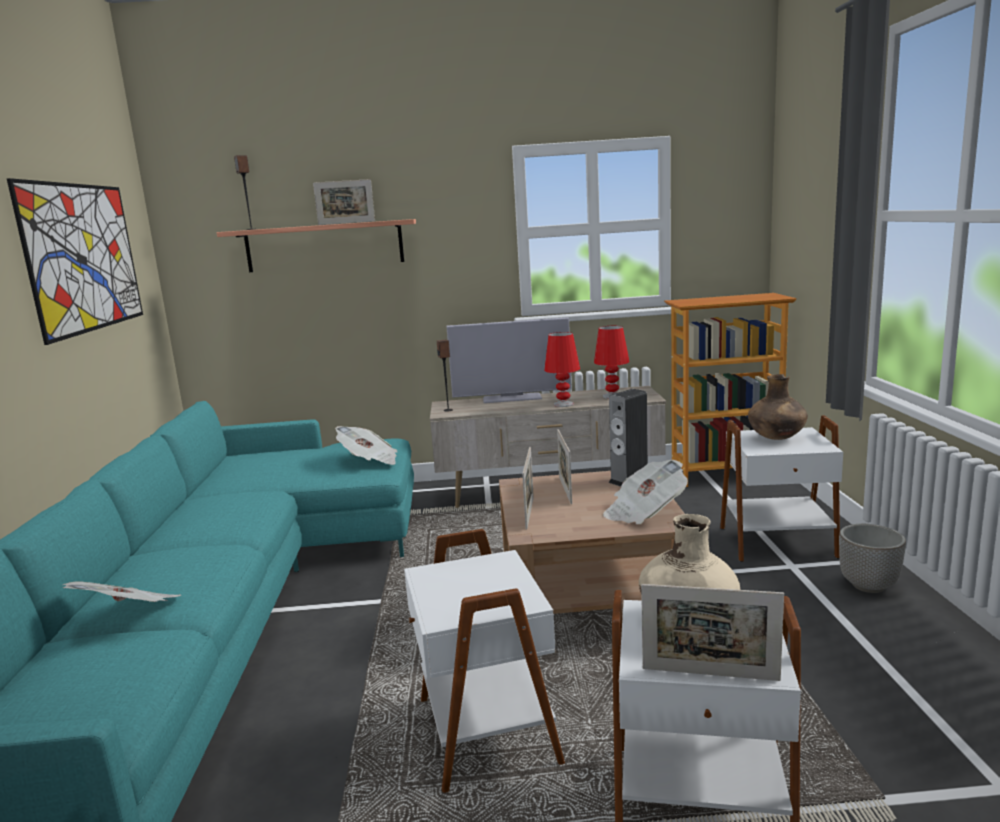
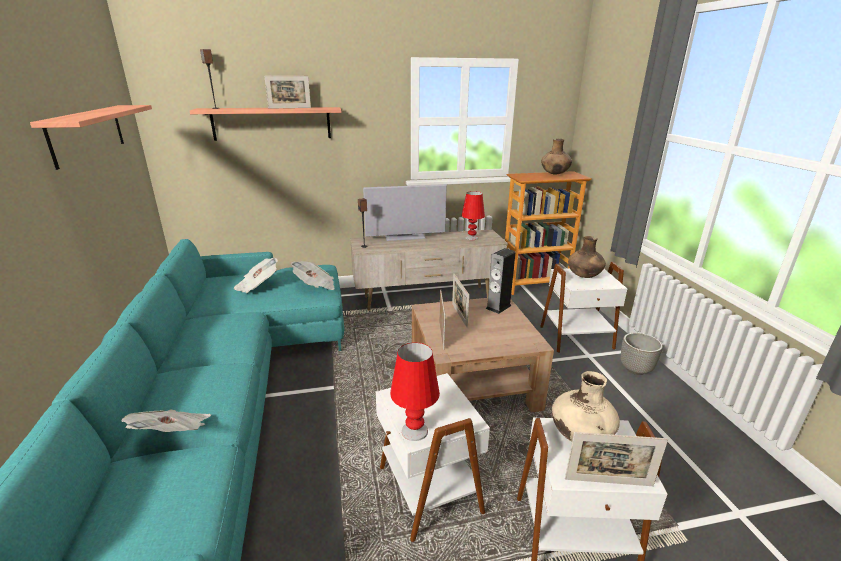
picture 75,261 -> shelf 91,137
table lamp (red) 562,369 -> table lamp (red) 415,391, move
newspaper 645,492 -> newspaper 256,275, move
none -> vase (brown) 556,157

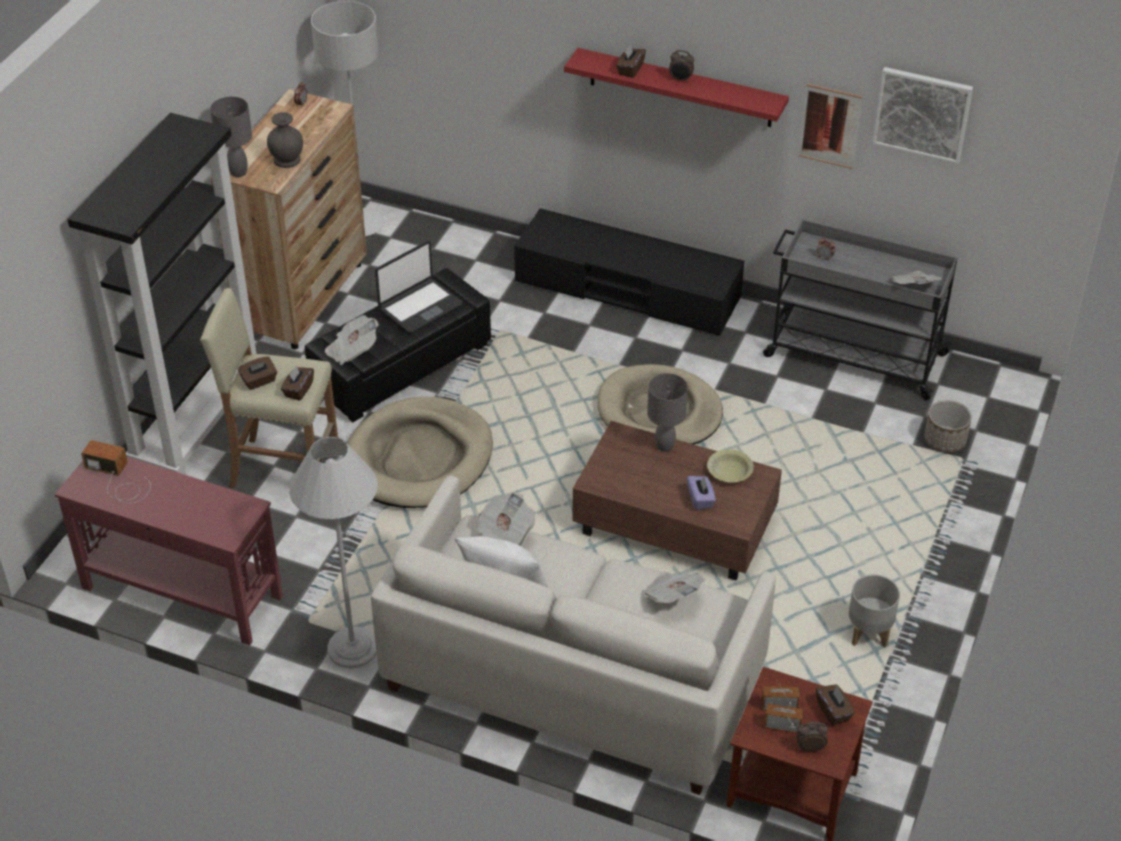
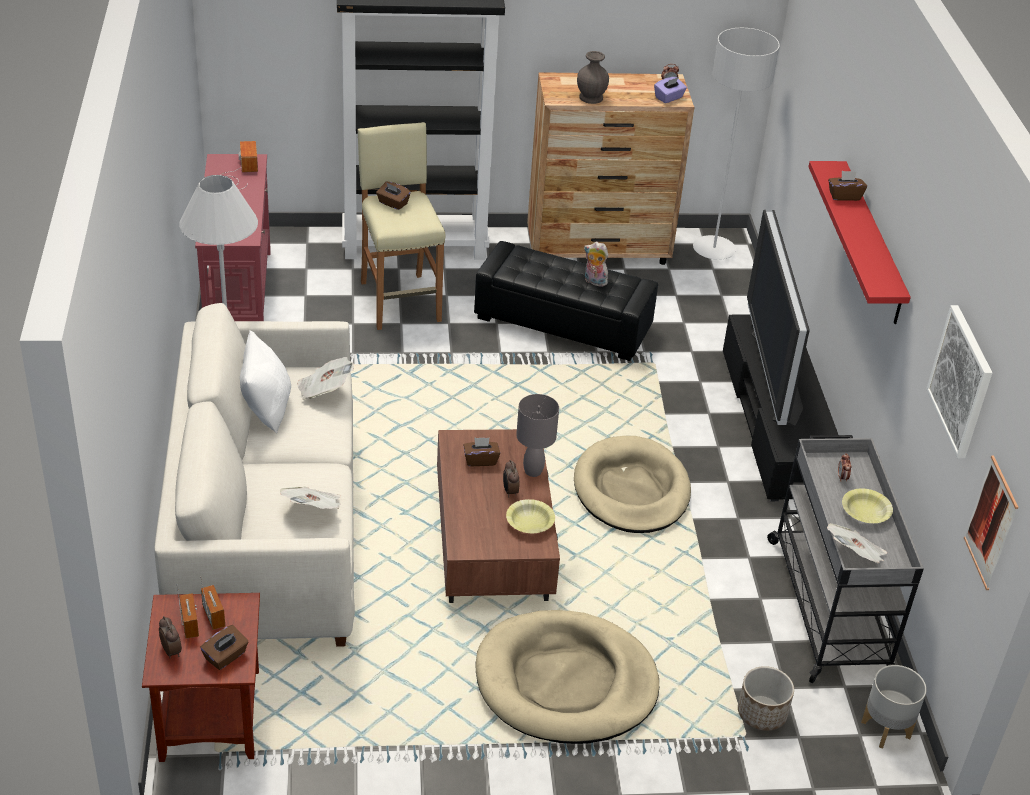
alarm clock 681,66 -> alarm clock 511,479, move
picture 831,126 -> picture 991,523, move
table lamp (grey) 231,137 -> none
laptop 419,287 -> plush toy 596,264
newspaper 352,340 -> none
tissue box (brown) 297,383 -> tissue box (brown) 481,451, move
dog bed (beige) 418,452 -> dog bed (beige) 567,677, move
tissue box (purple) 701,493 -> tissue box (purple) 670,90, move
planter (grey) 874,611 -> planter (grey) 894,707, move
none -> television 778,318
none -> bowl (yellow) 867,505

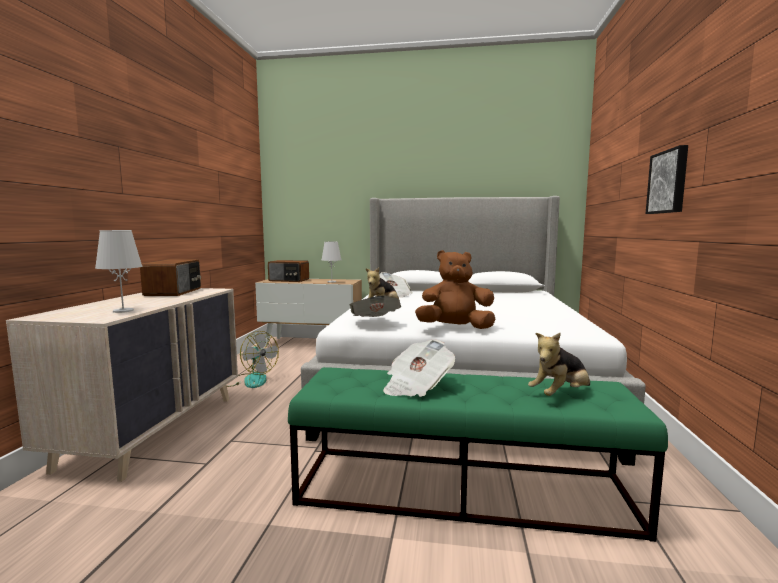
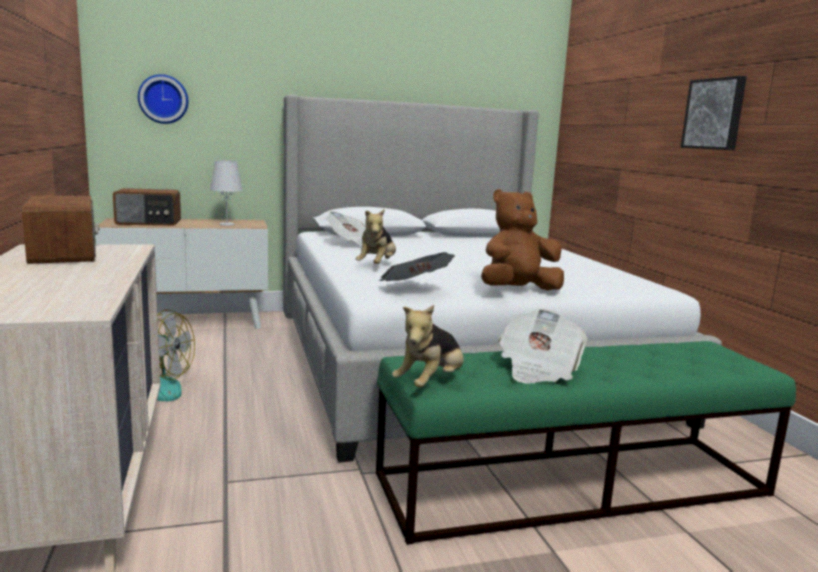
table lamp (white) 119,271 -> none
plush toy 559,364 -> plush toy 428,346, move
none -> wall clock 163,99

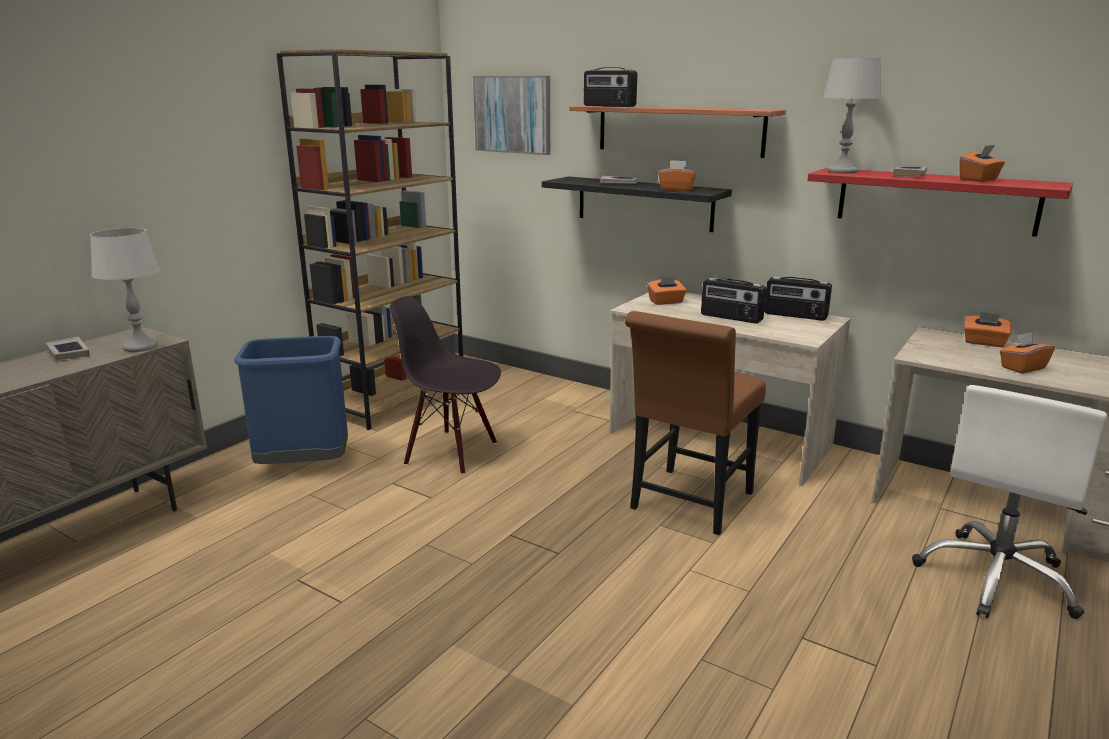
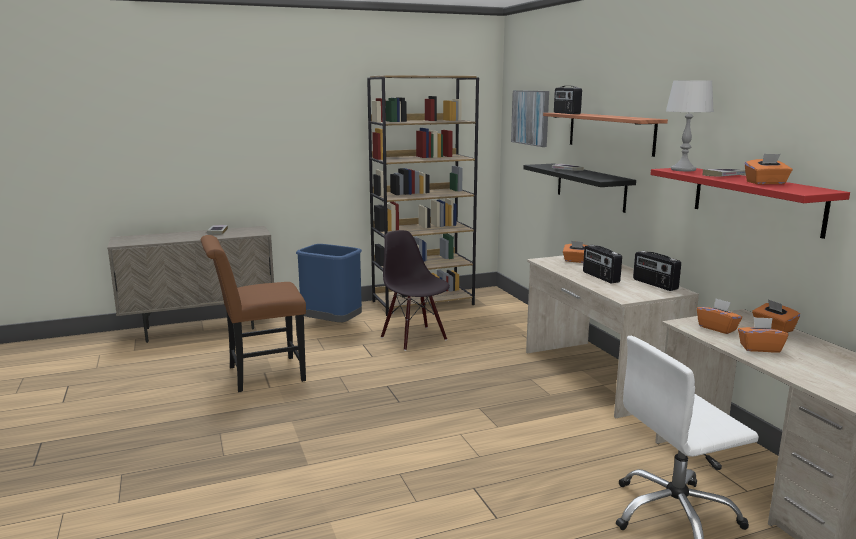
tissue box (orange) 677,175 -> tissue box (orange) 719,316, move
table lamp (grey) 125,290 -> none
chair (brown) 695,423 -> chair (brown) 253,313, move

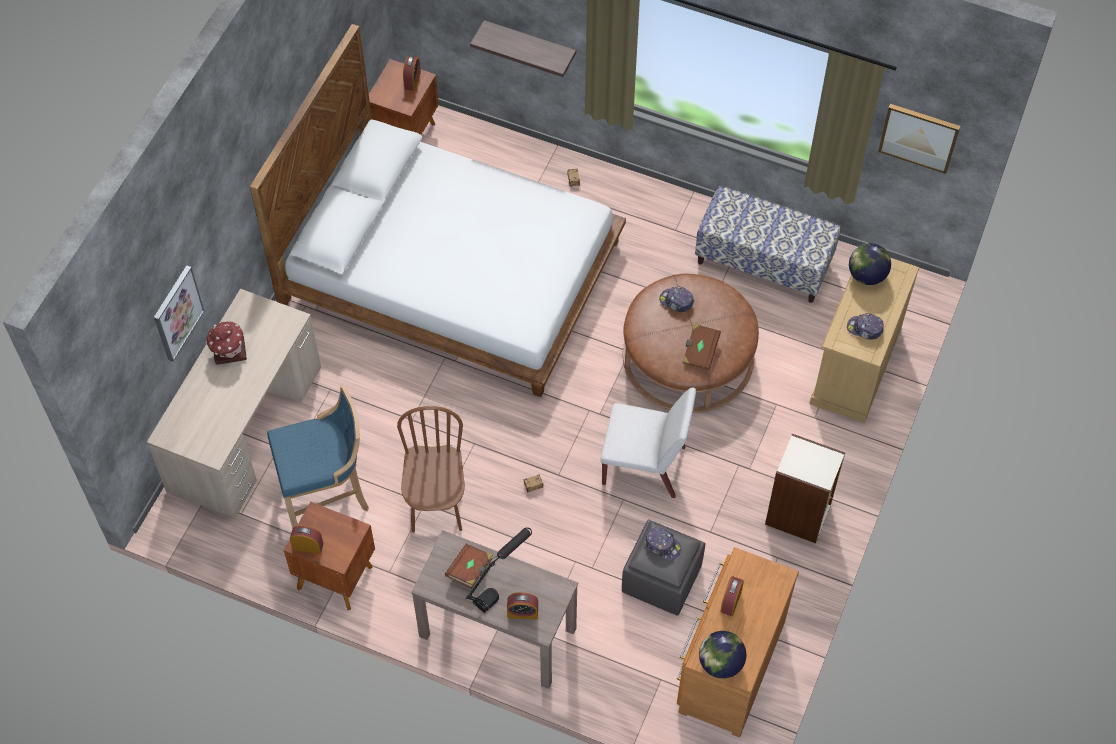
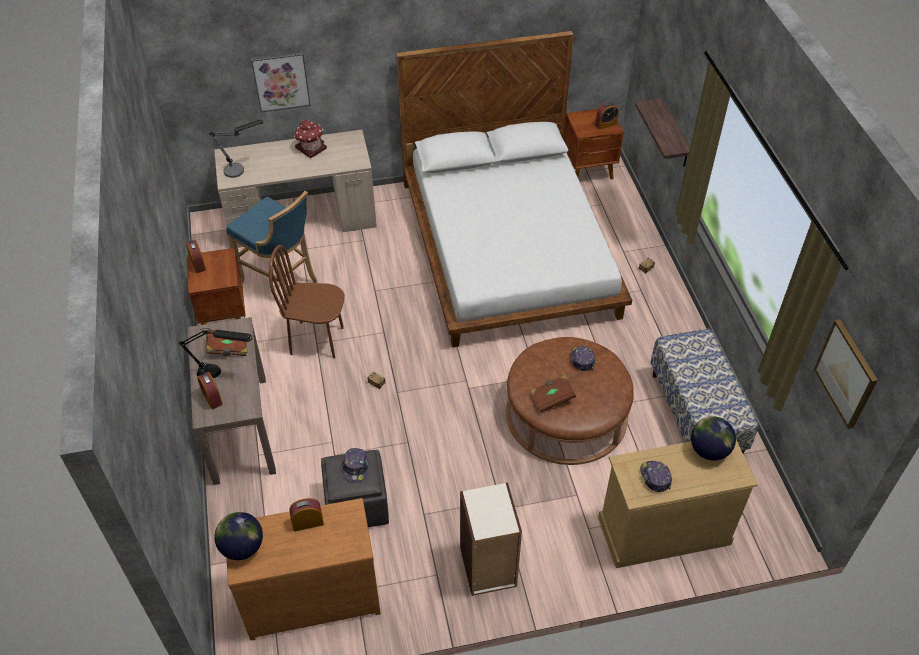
chair (white) 648,443 -> none
chair (brown) 431,469 -> chair (brown) 307,301, 135 degrees counterclockwise
none -> table lamp 236,149

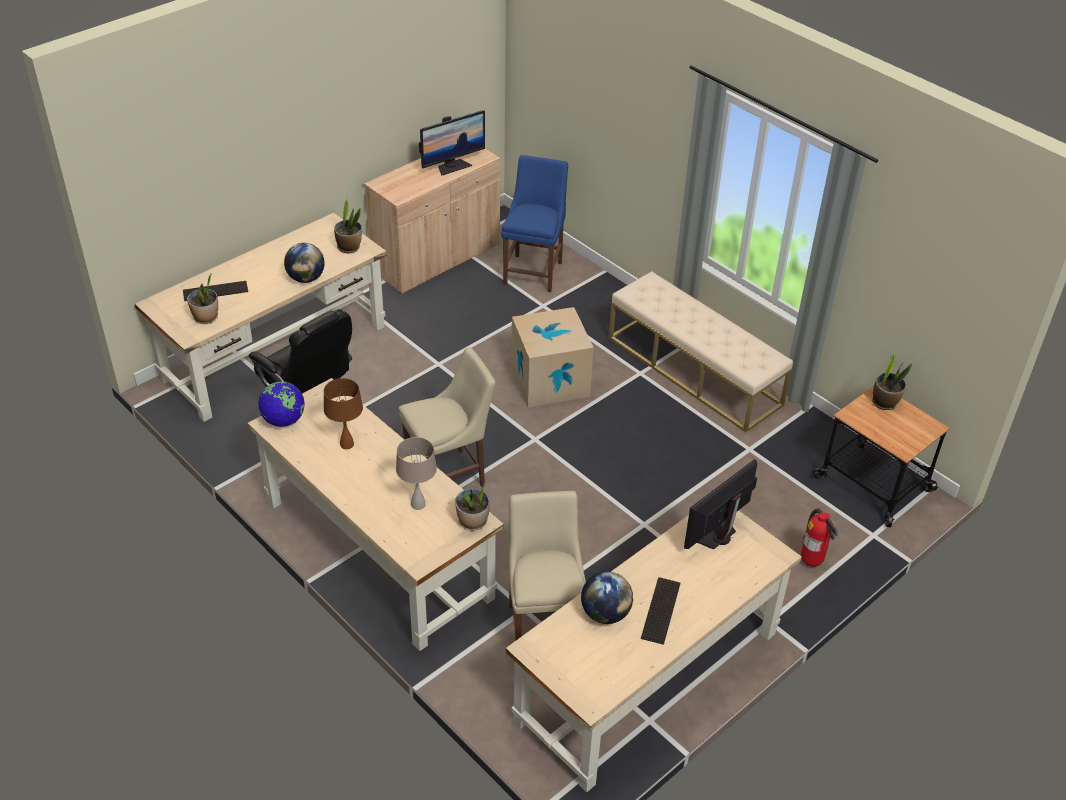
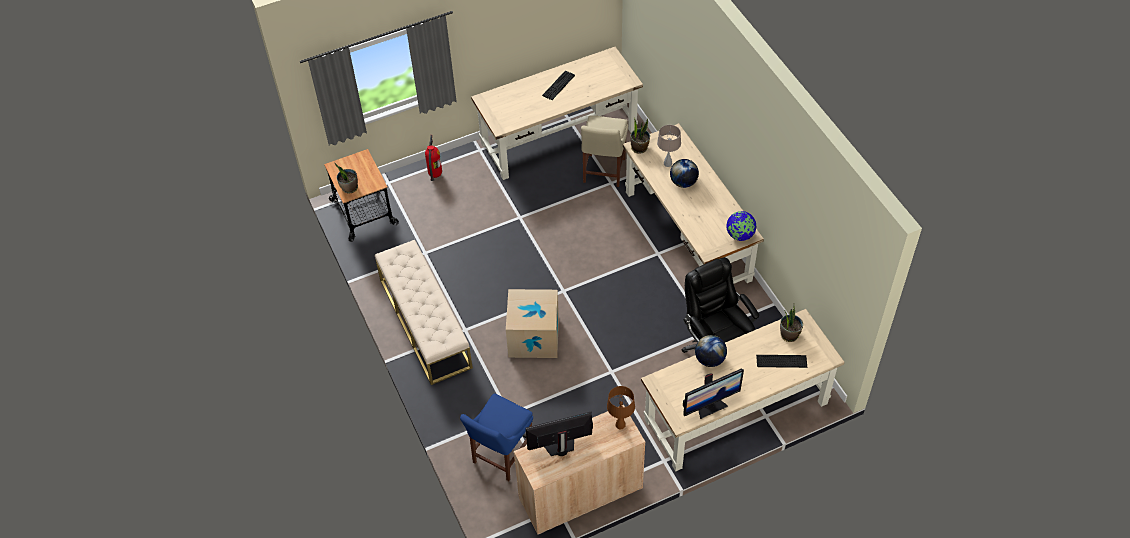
potted plant 348,225 -> none
chair (beige) 447,417 -> none
table lamp (brown) 343,413 -> table lamp (brown) 621,407, move
monitor 721,504 -> monitor 713,394, move
globe 607,597 -> globe 684,173, move

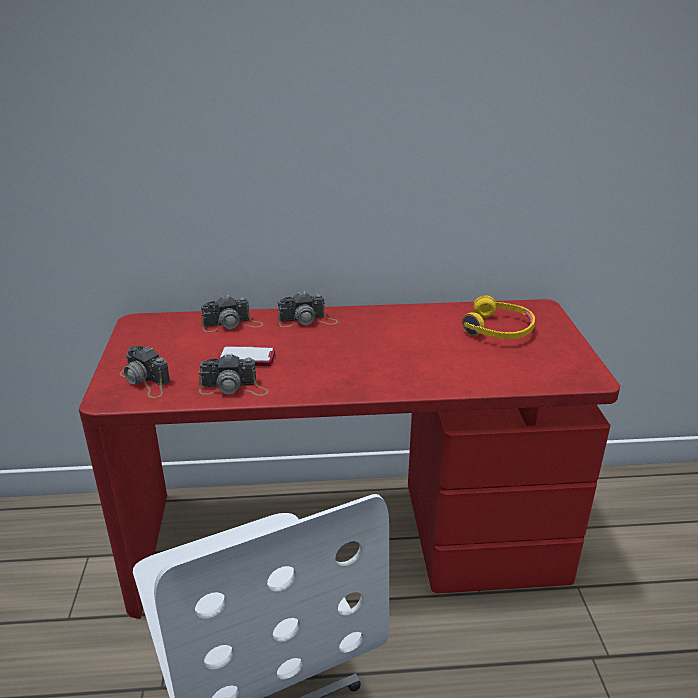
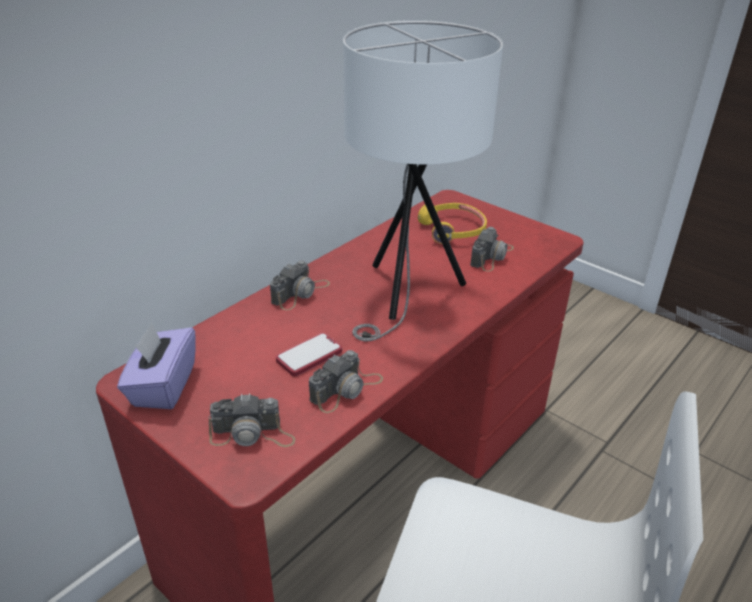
photo camera 232,313 -> photo camera 492,249, move
none -> table lamp (white) 423,181
none -> tissue box (purple) 156,366

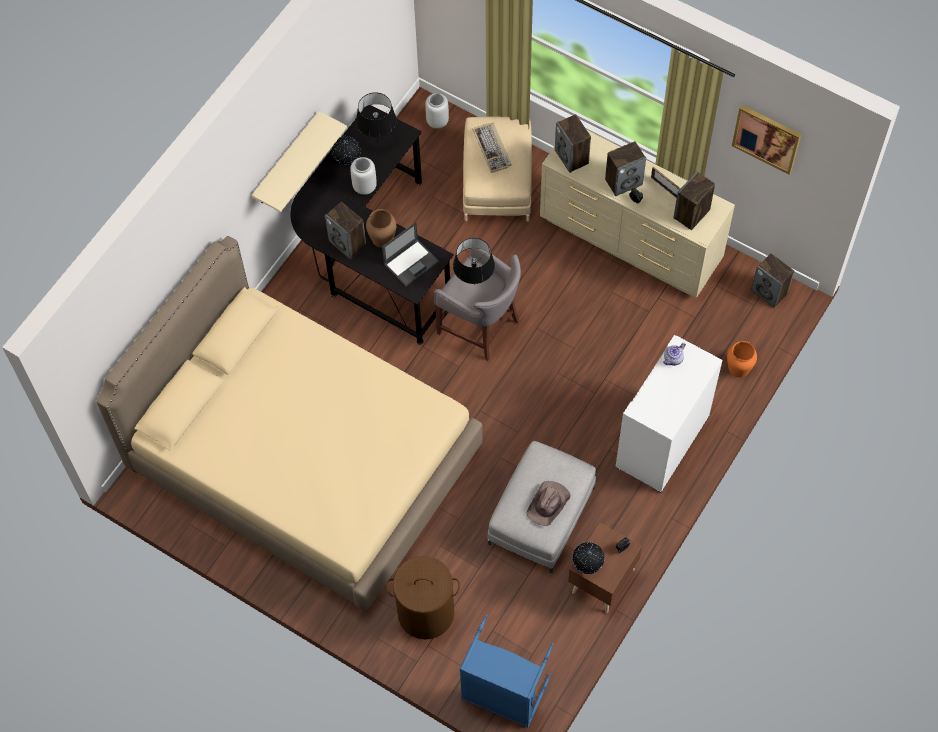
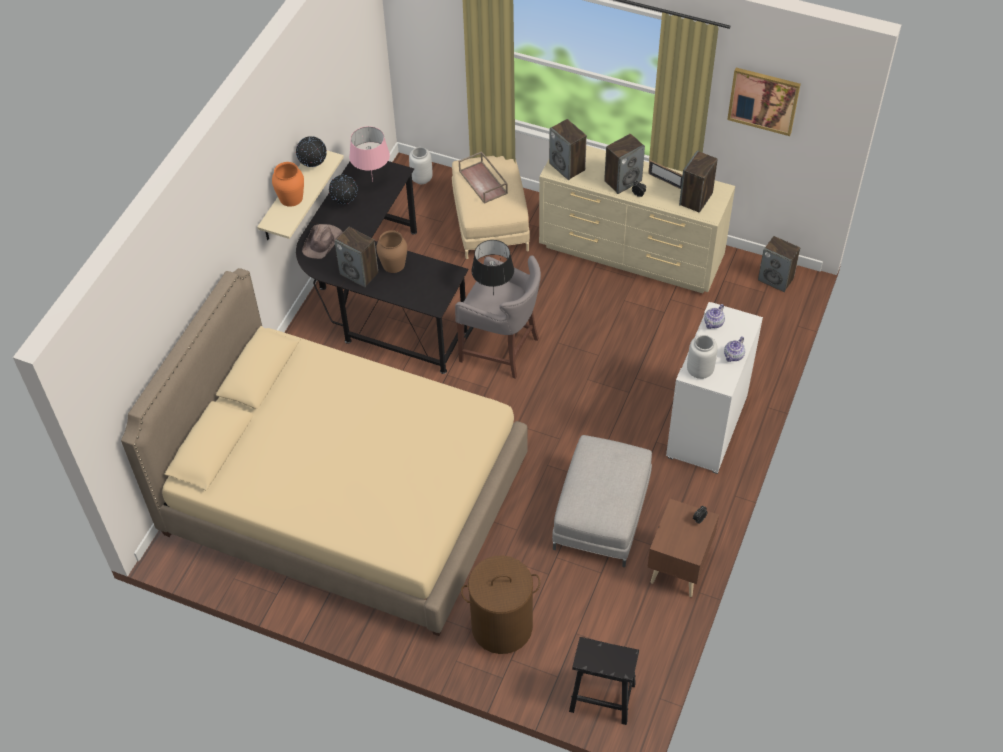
table lamp (black) 376,114 -> table lamp (pink) 369,154
keyboard 492,148 -> tray (brown) 483,177
vase (grey) 363,176 -> vase (grey) 702,357, move
laptop 410,254 -> none
vase (orange) 742,359 -> vase (orange) 288,184, move
hat (brown) 548,503 -> hat (brown) 322,241, move
globe 588,558 -> globe 311,151, move
laundry basket (blue) 507,671 -> stool (black) 604,681
none -> teapot 734,349

